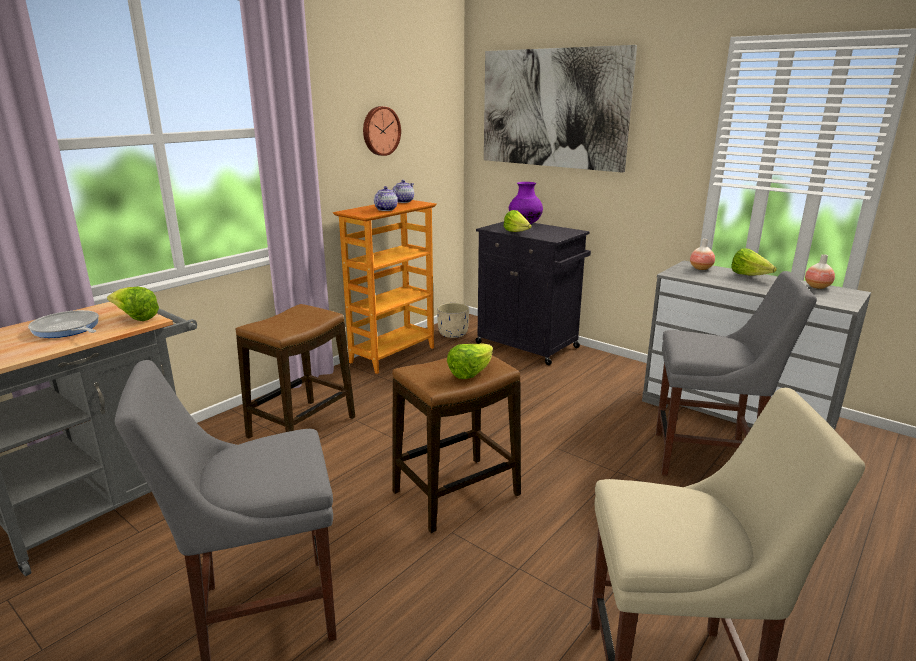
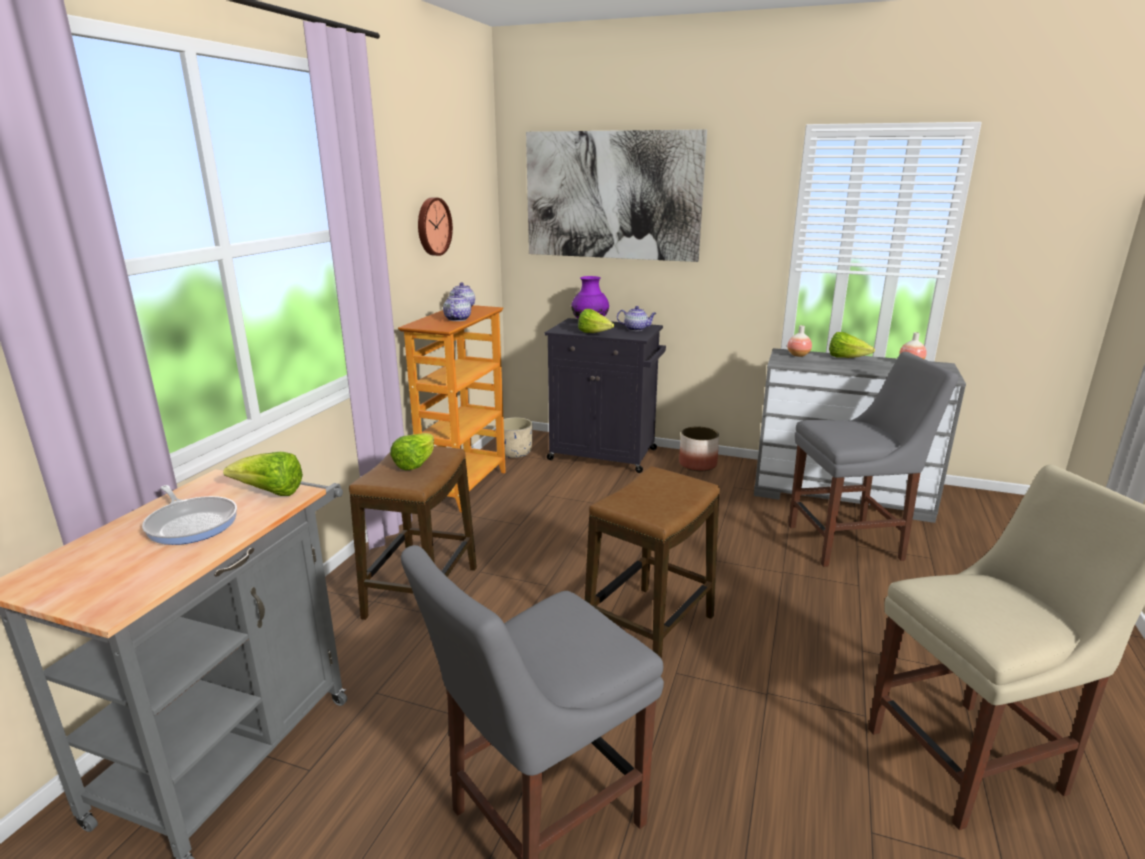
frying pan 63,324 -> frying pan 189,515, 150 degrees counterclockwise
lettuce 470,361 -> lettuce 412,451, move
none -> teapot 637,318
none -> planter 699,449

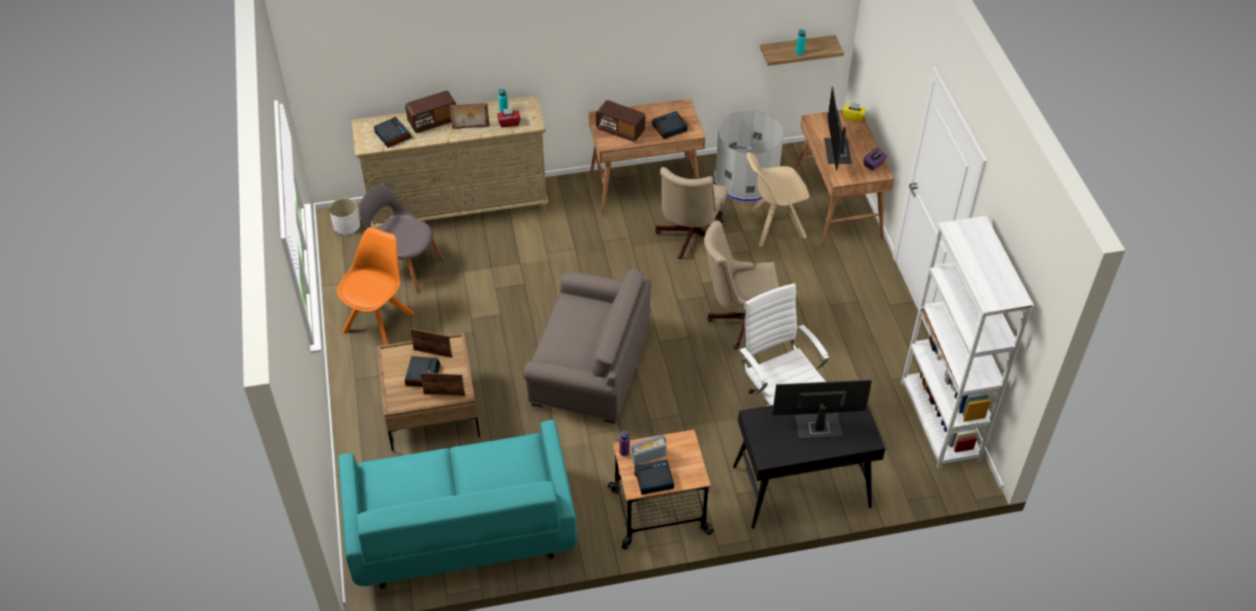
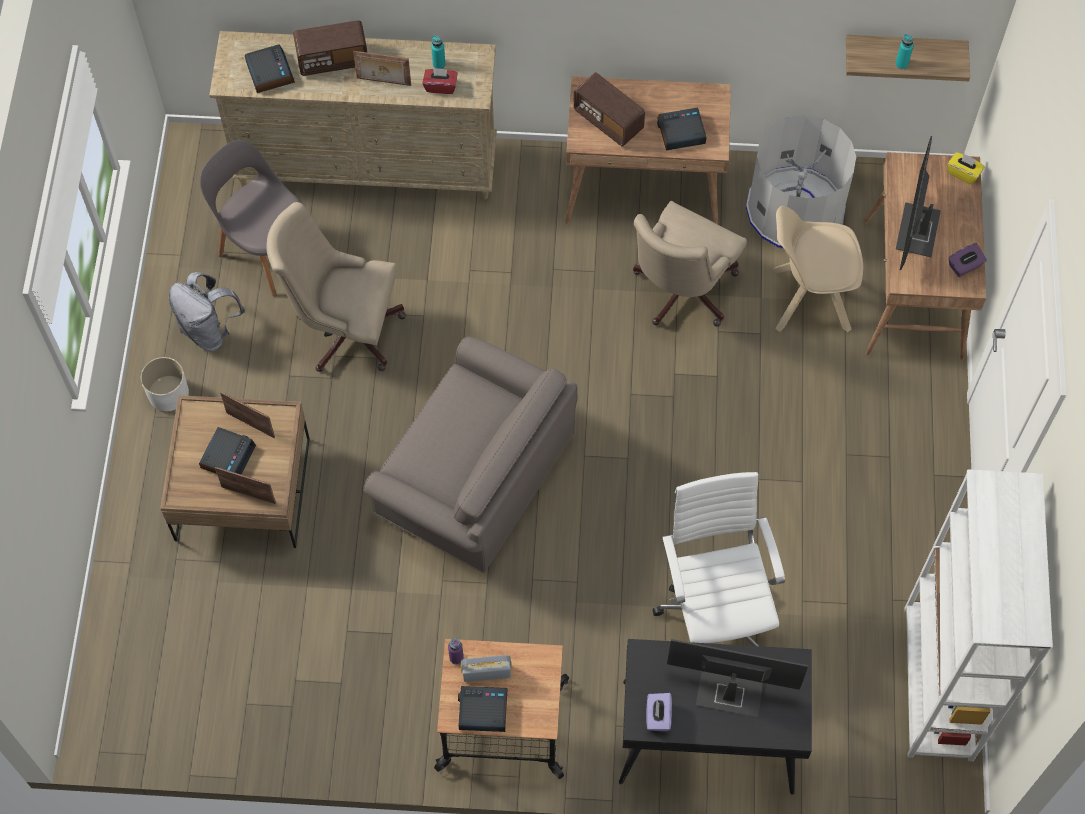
planter (white) 344,216 -> planter (white) 165,384, move
office chair (beige) 741,284 -> office chair (beige) 336,287, move
chair (orange) 375,286 -> backpack (grey) 207,311
sofa (turquoise) 457,504 -> none
none -> tissue box (purple) 659,712

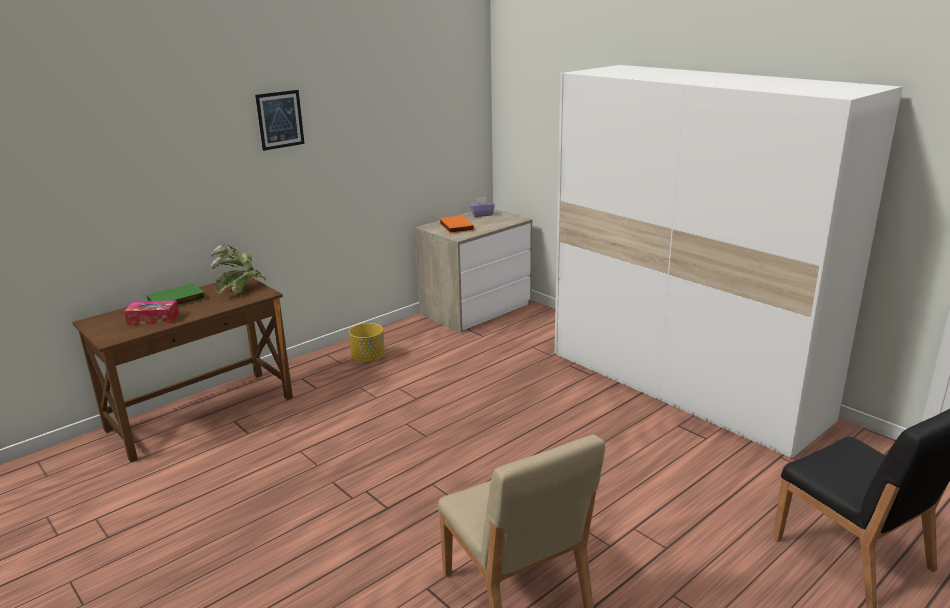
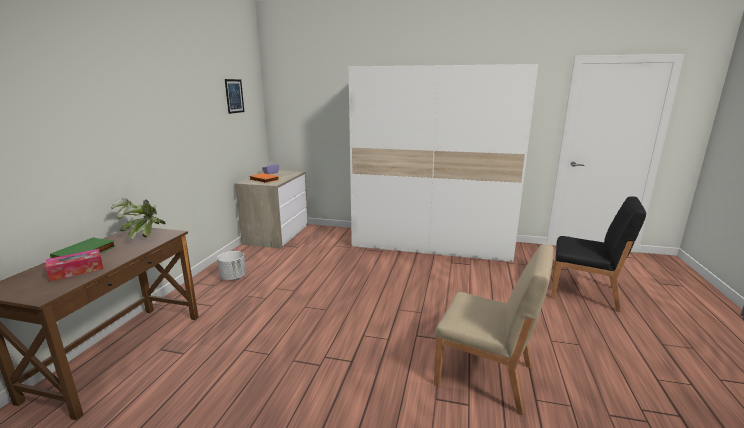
picture 280,120 -> picture 234,96, move
planter (yellow) 367,343 -> planter (white) 231,265

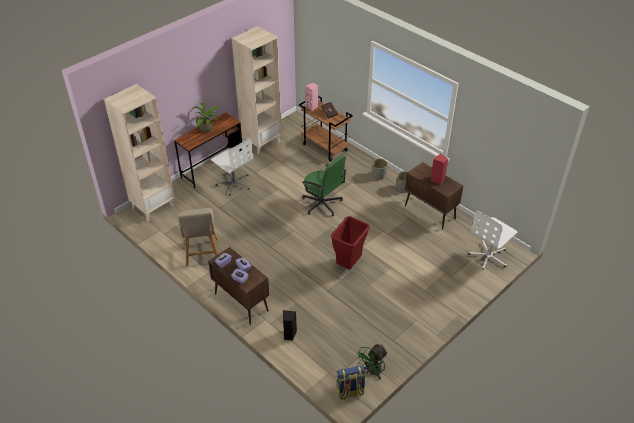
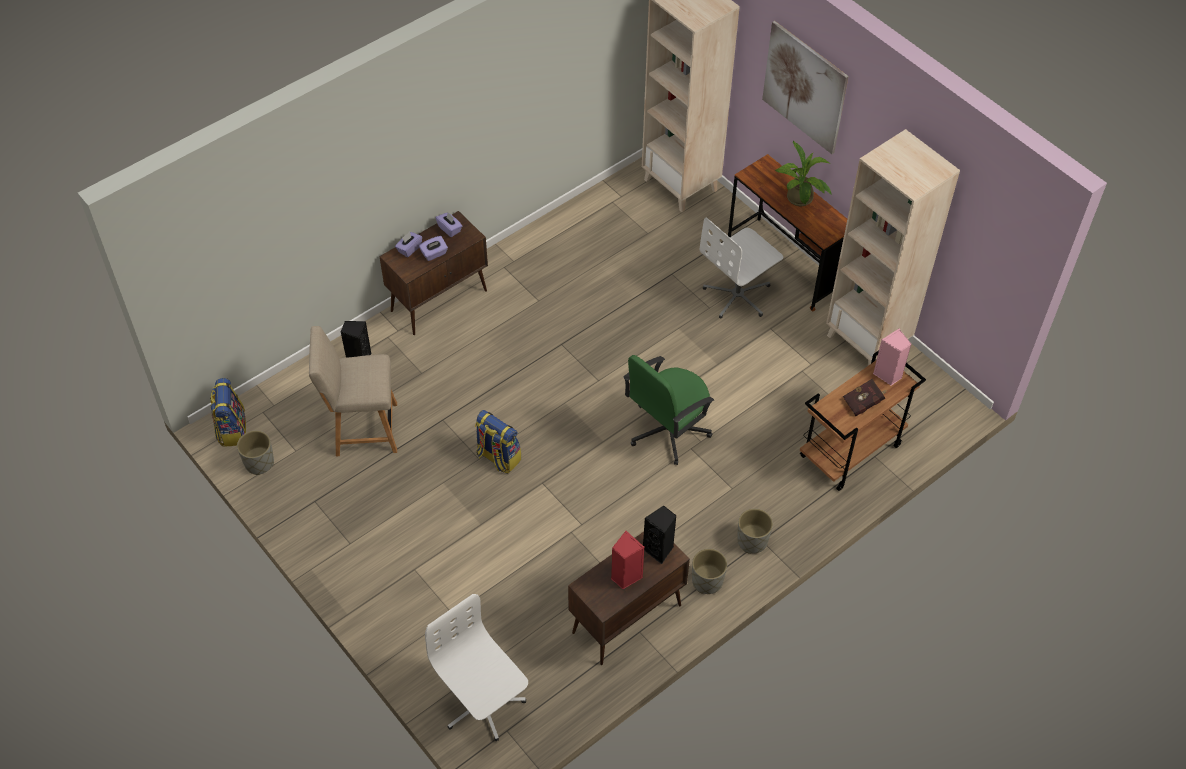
chair (beige) 198,237 -> chair (beige) 353,391, move
trash can (red) 350,242 -> backpack 498,442
fan (green) 372,362 -> planter (grey) 255,452
none -> picture 805,87
none -> speaker (black) 659,535

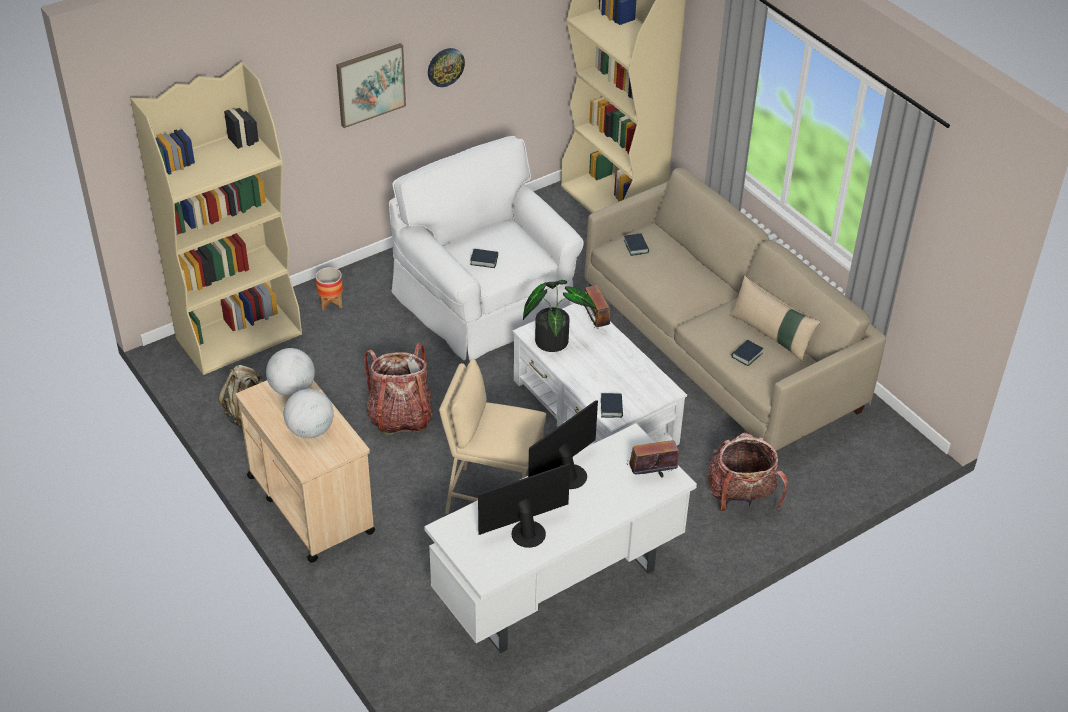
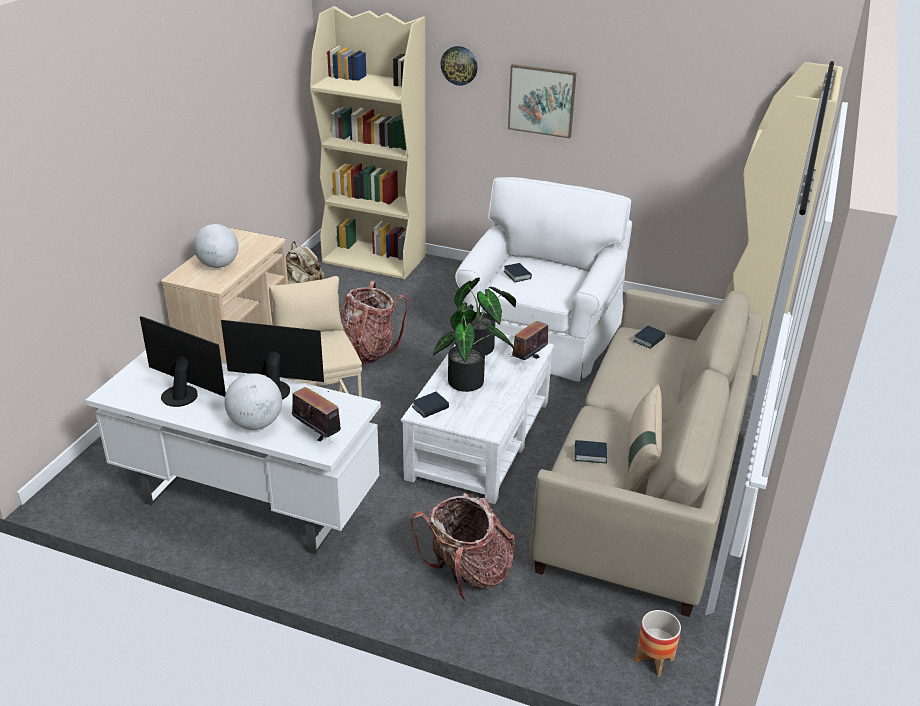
wall clock 446,67 -> wall clock 459,66, move
planter 329,289 -> planter 658,643, move
globe 290,372 -> globe 253,401, move
none -> potted plant 474,350

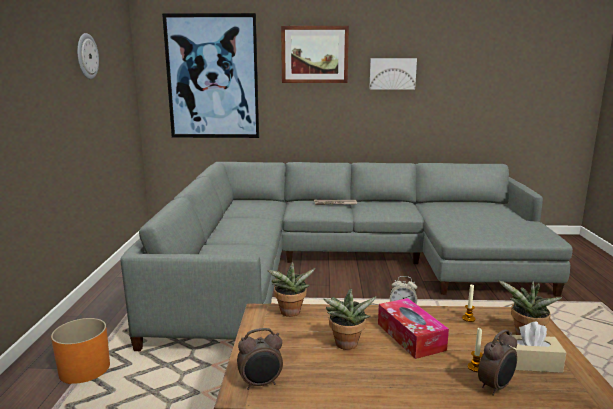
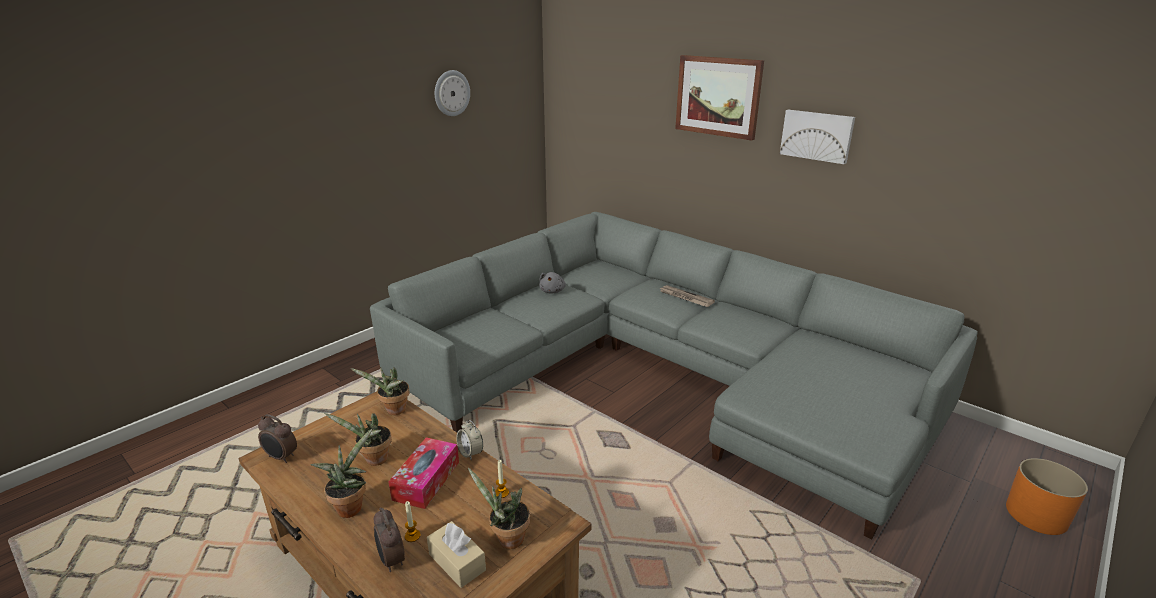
picture 210,75 -> none
planter (orange) 80,351 -> planter (orange) 1047,496, move
alarm clock 497,362 -> alarm clock 389,539, 60 degrees clockwise
none -> plush toy (grey) 552,282
none -> potted plant 341,473

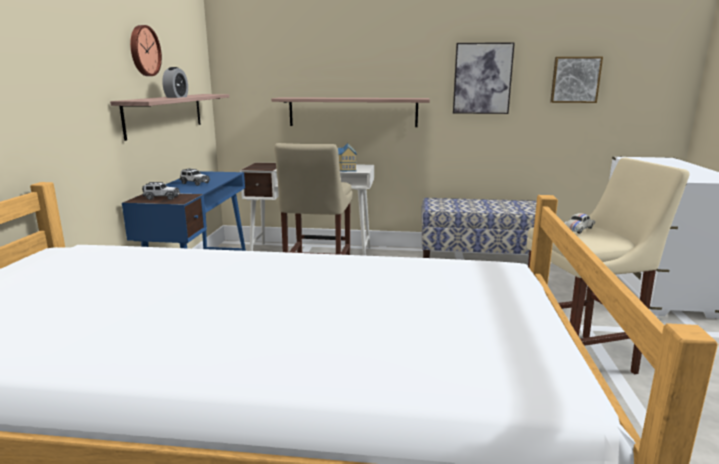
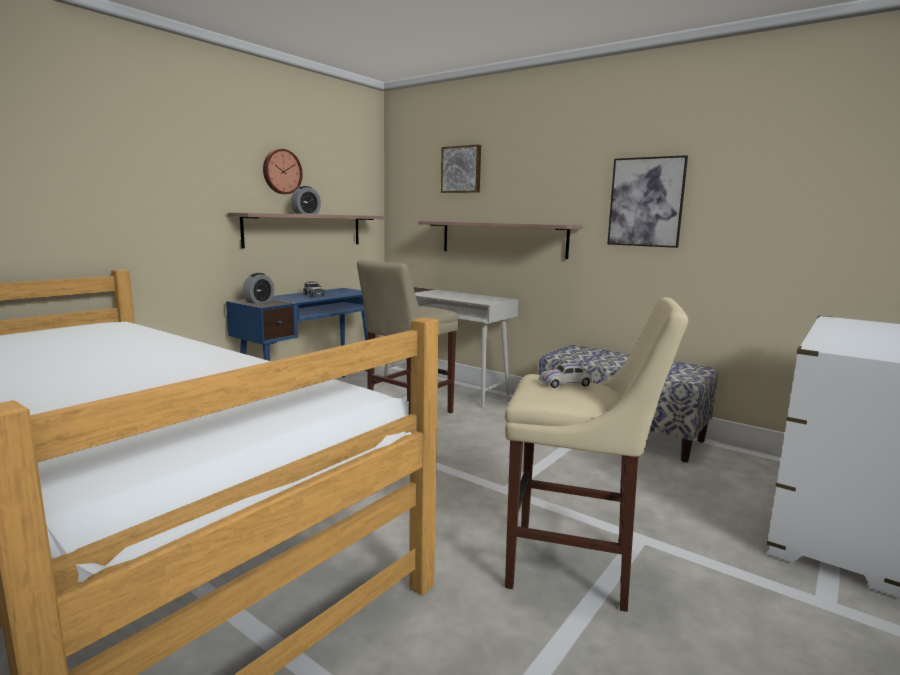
picture 576,80 -> picture 461,169, move
toy house 347,157 -> none
toy car 161,191 -> alarm clock 258,288

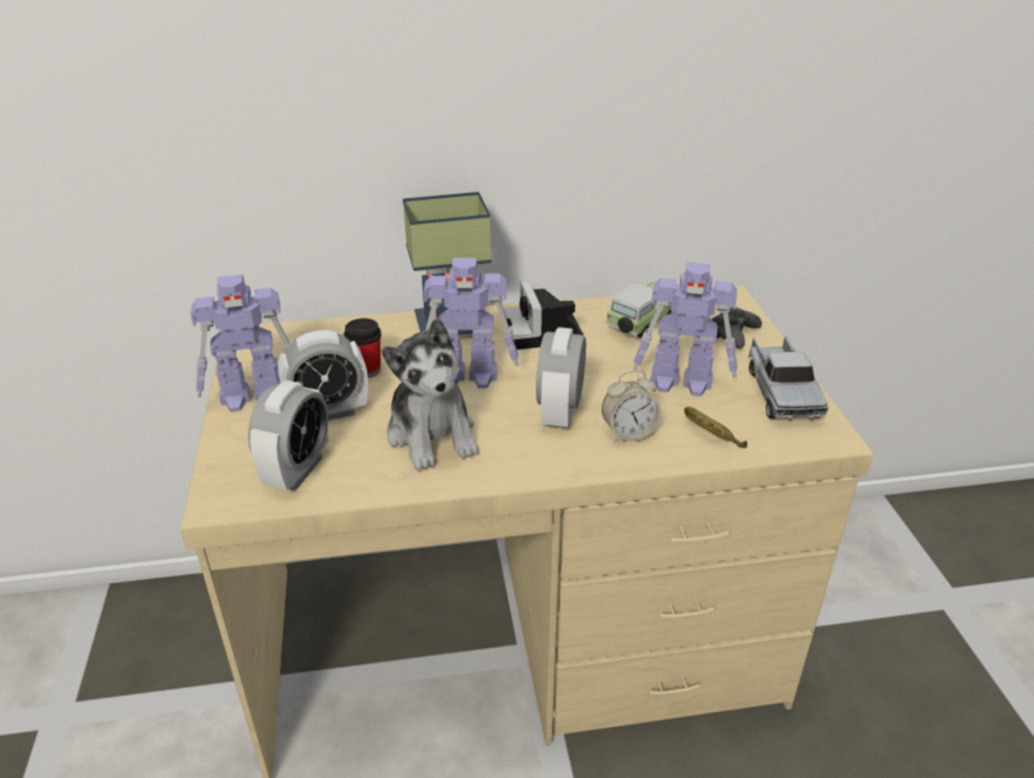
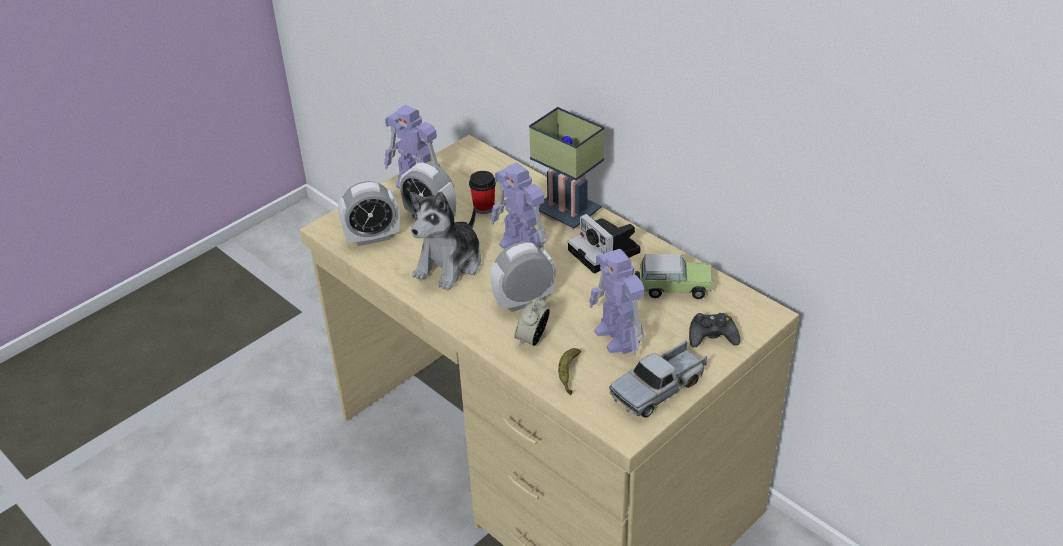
photo camera 543,315 -> photo camera 604,244, 75 degrees counterclockwise
alarm clock 632,406 -> alarm clock 532,321, 75 degrees clockwise

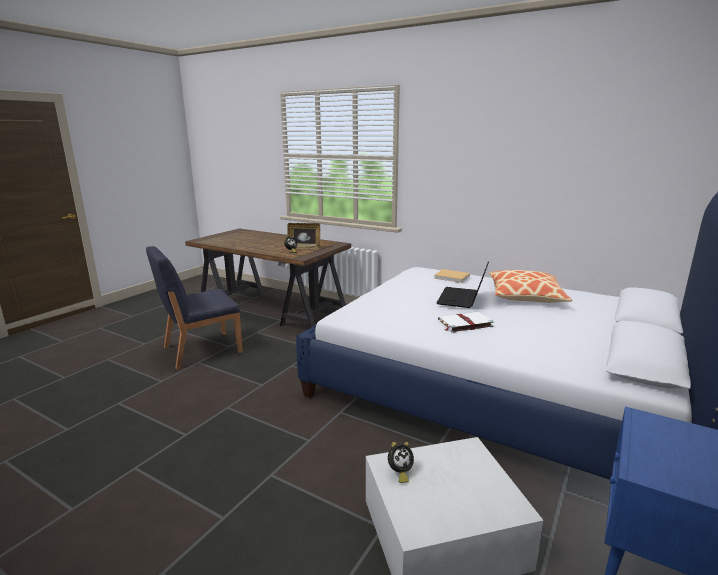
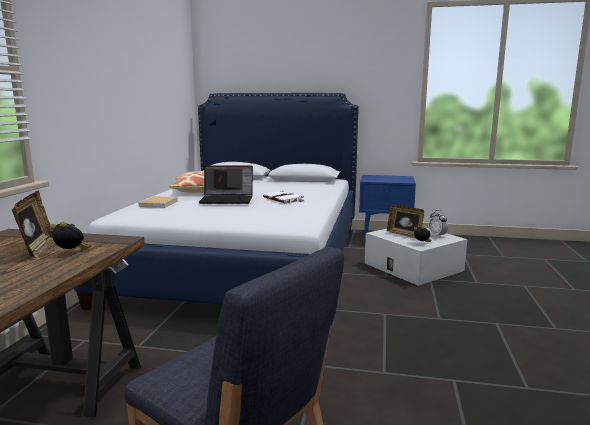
none -> picture frame 405,221
none -> alarm clock 438,223

